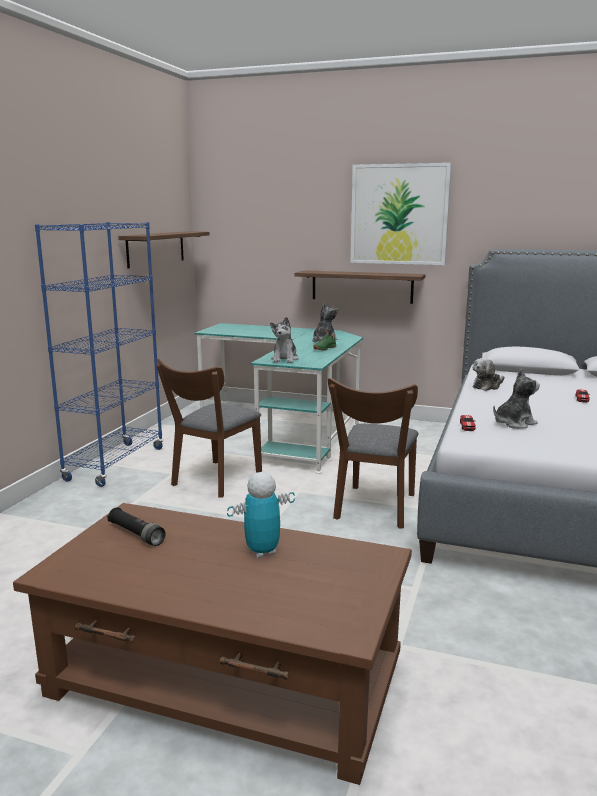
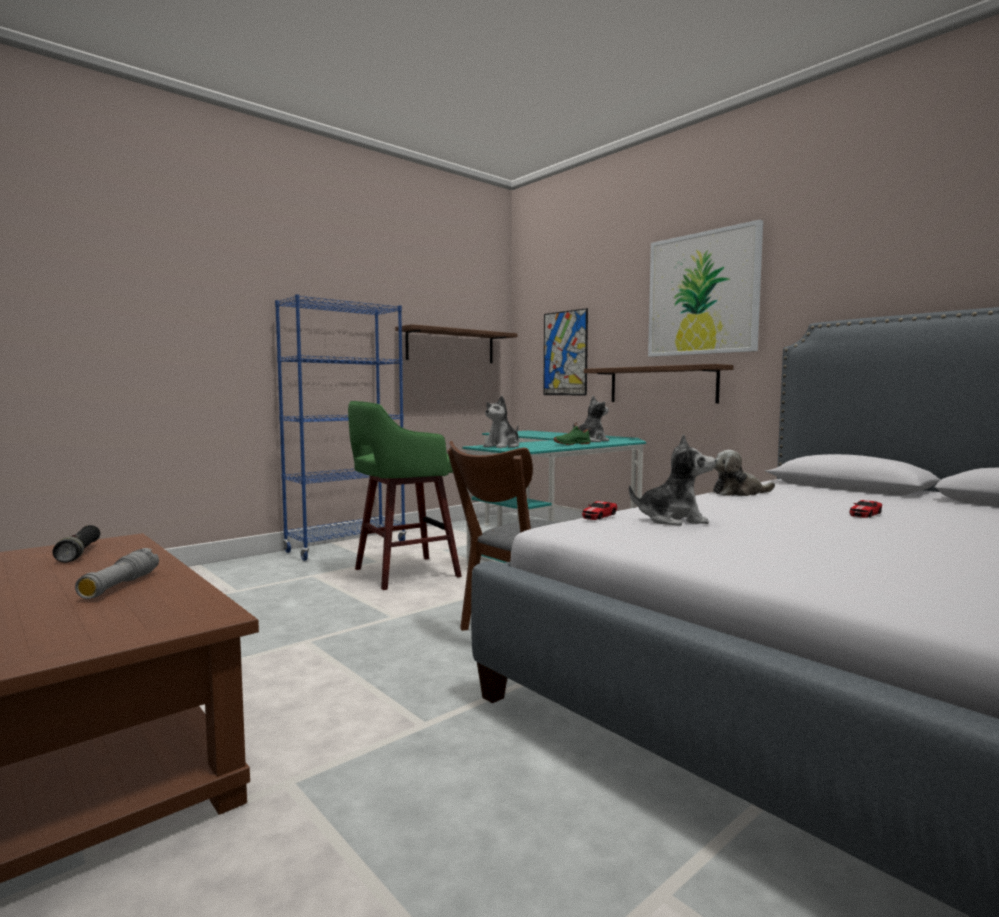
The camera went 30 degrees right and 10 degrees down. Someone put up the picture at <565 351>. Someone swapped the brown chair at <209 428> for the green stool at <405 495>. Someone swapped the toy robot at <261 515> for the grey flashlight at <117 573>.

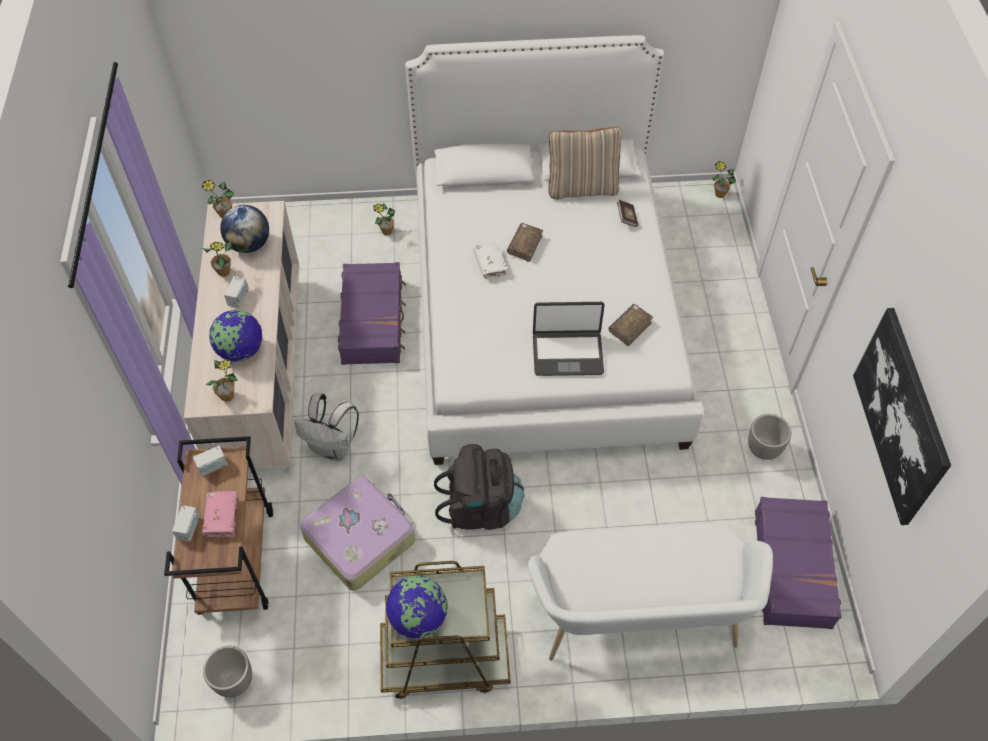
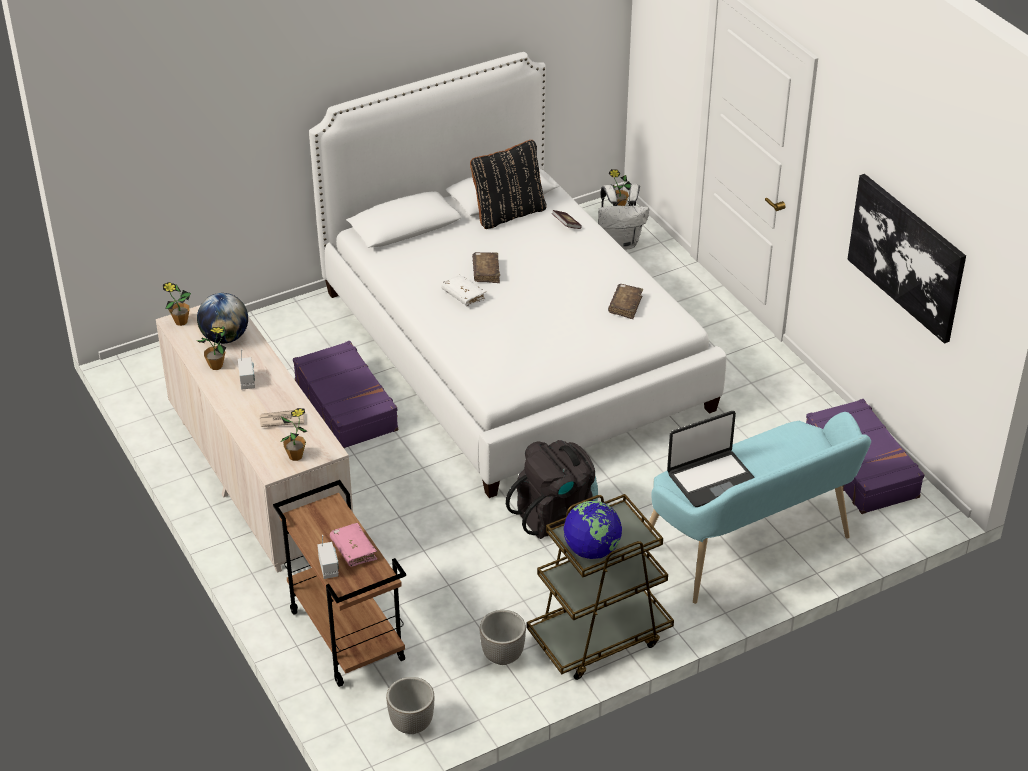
The camera went 25 degrees left and 15 degrees down. Someone took away the radio at <210 459>. Someone took away the suitcase at <357 533>. Someone took away the potted plant at <384 219>. Someone carried the white backpack from <327 427> to <623 217>. Someone carried the laptop from <569 339> to <711 459>. Someone carried the planter from <769 437> to <503 637>. Someone swapped the globe at <235 336> for the newspaper at <281 418>. Someone repainted the white bench at <650 591>, which became the turquoise bench at <759 508>. Someone repainted the beige pillow at <585 163>, which became the black pillow at <508 184>.

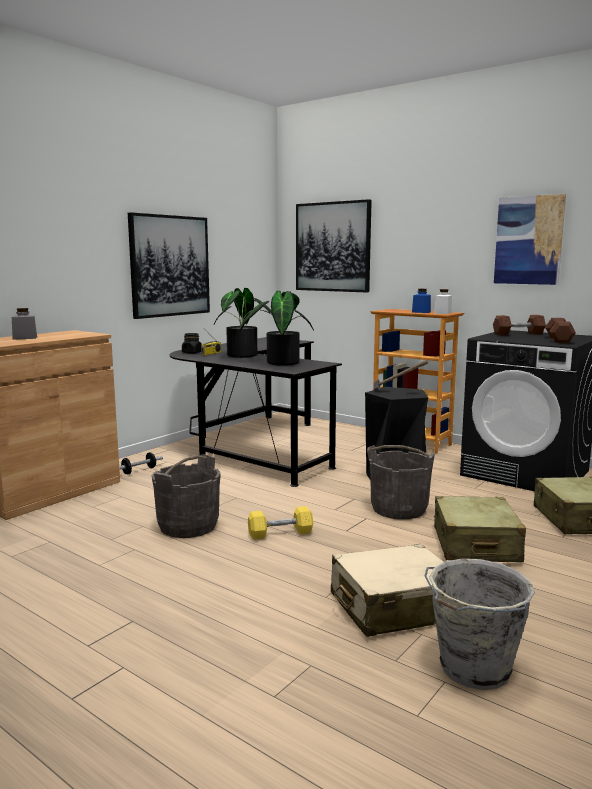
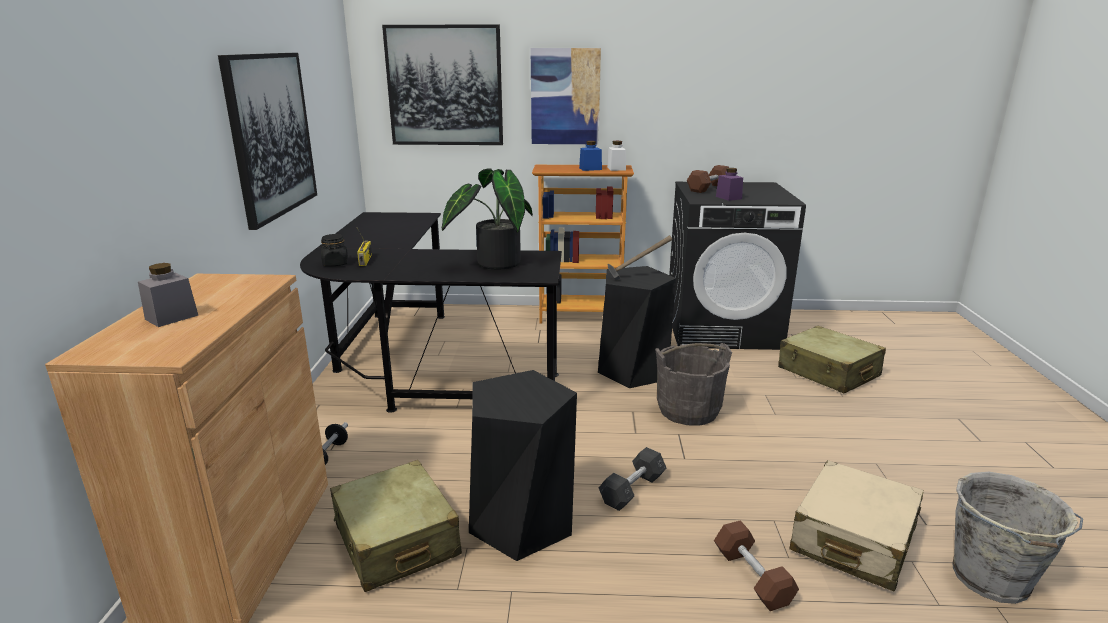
The camera went 35 degrees left and 10 degrees up. Someone took away the potted plant at <243 323>. Someone put down the purple jar at <729 184>. Someone carried the beige suitcase from <480 529> to <396 526>. Someone carried the picture from <530 239> to <565 96>. Someone carried the brown dumbbell from <560 330> to <756 566>. Someone swapped the grey bucket at <186 496> for the black stool at <523 465>. Someone repainted the yellow dumbbell at <280 523>, which became the grey dumbbell at <633 479>.

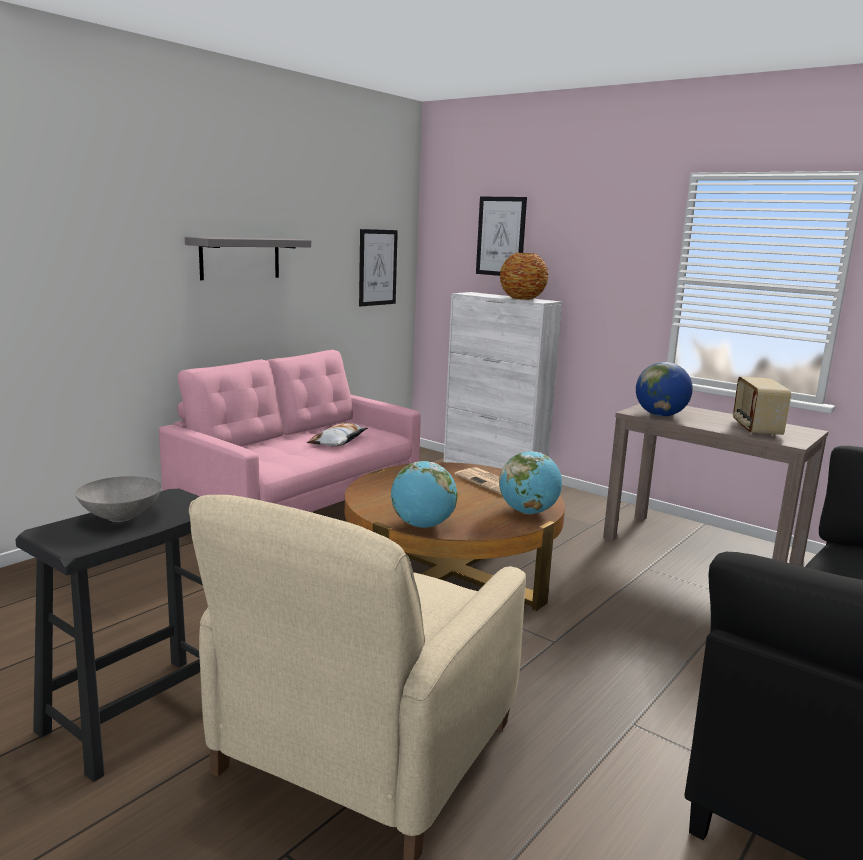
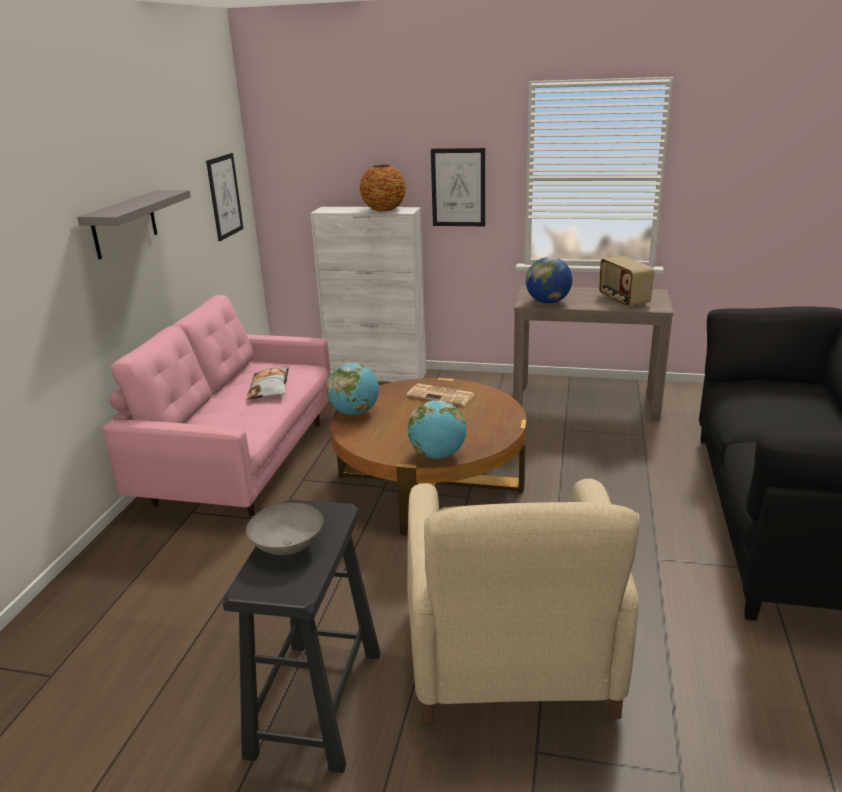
The camera went 25 degrees left and 10 degrees up. Someone carried the picture from <501 236> to <458 187>. Someone carried the globe from <530 482> to <353 389>.

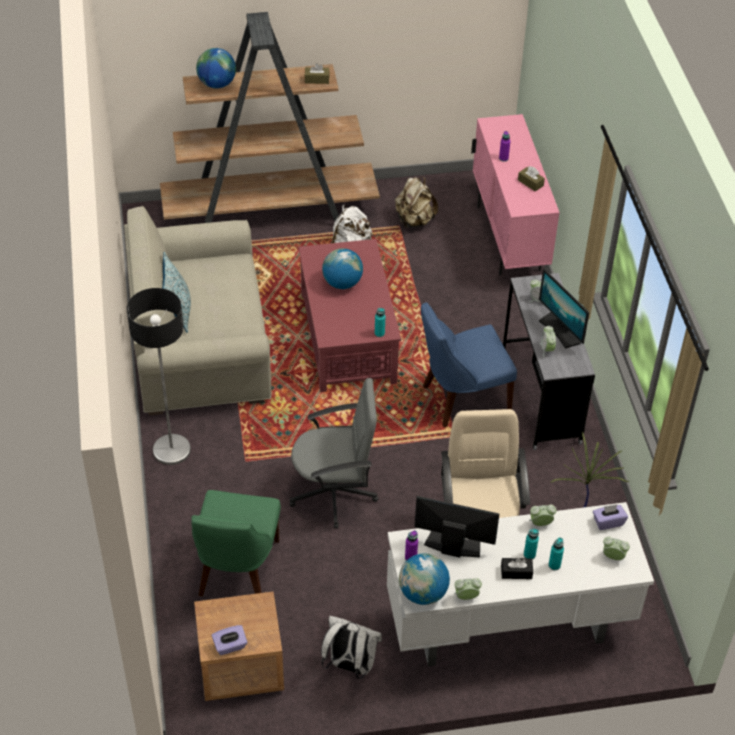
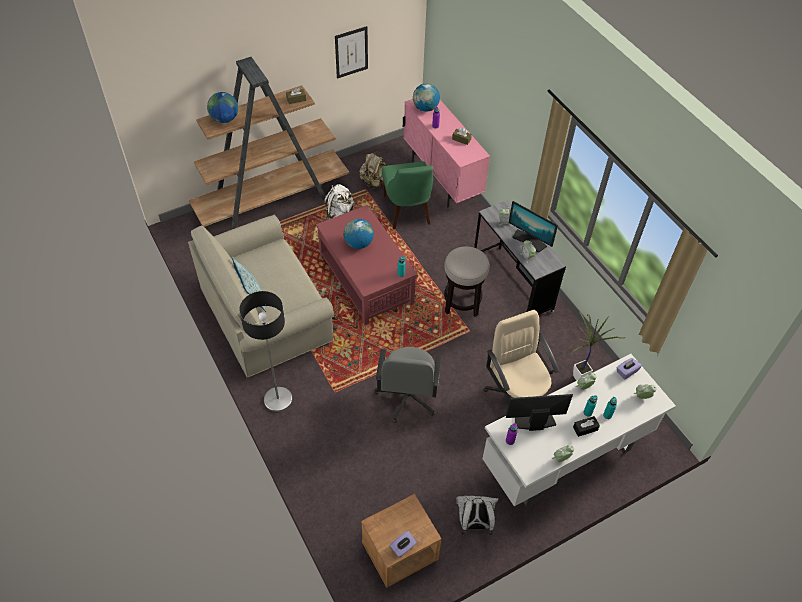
The camera went 20 degrees left and 5 degrees up. Someone put up the picture at <351 52>. Someone carried the green chair from <236 543> to <407 195>. Someone carried the globe from <424 579> to <426 98>. Someone swapped the blue chair at <469 364> for the stool at <467 281>. Someone rotated the grey office chair at <334 453> by 120 degrees clockwise.

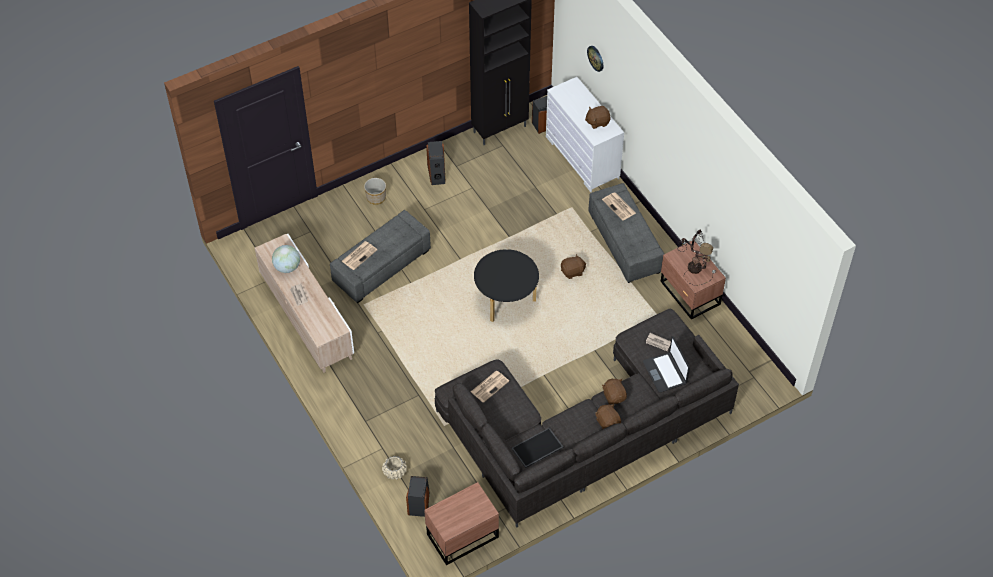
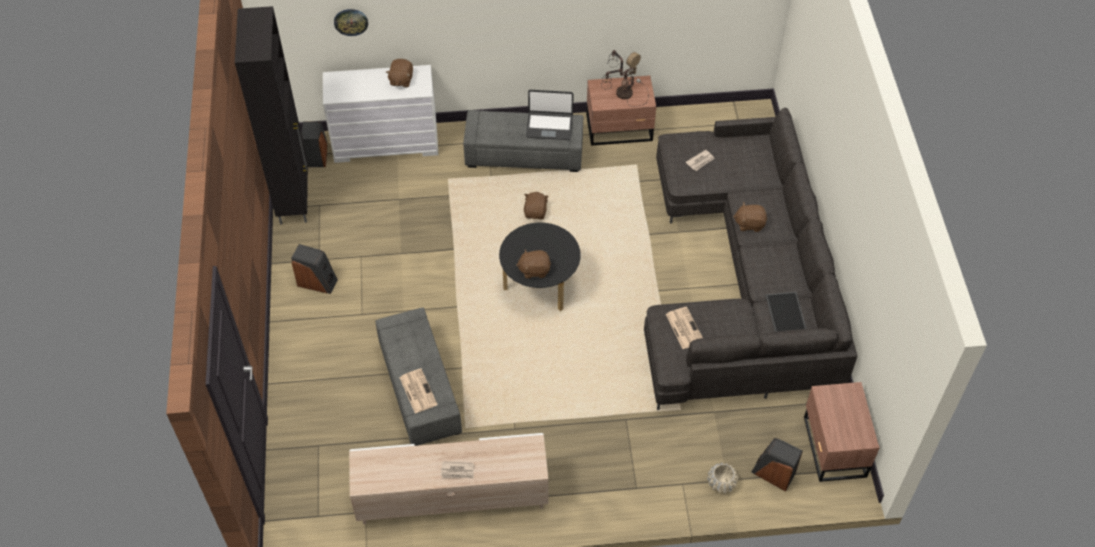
The camera went 65 degrees left and 0 degrees up. Someone took away the globe at <286 259>. Someone took away the planter at <375 191>. Someone took away the newspaper at <619 206>. Someone carried the brown plush toy from <608 416> to <533 264>. Someone carried the laptop from <666 364> to <550 115>.

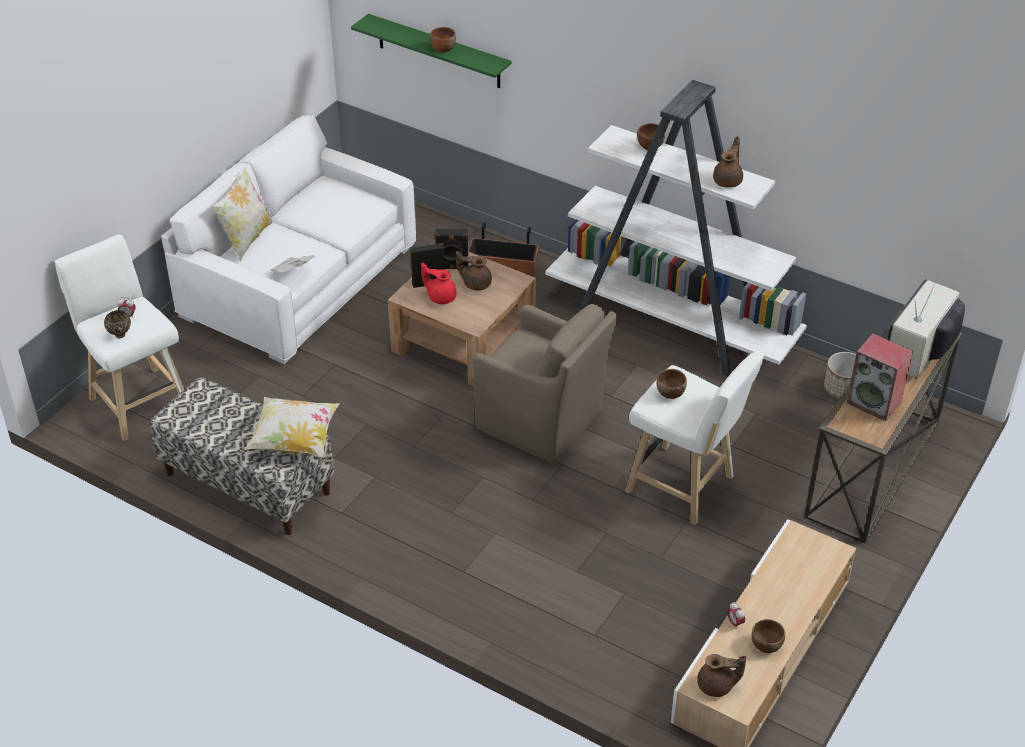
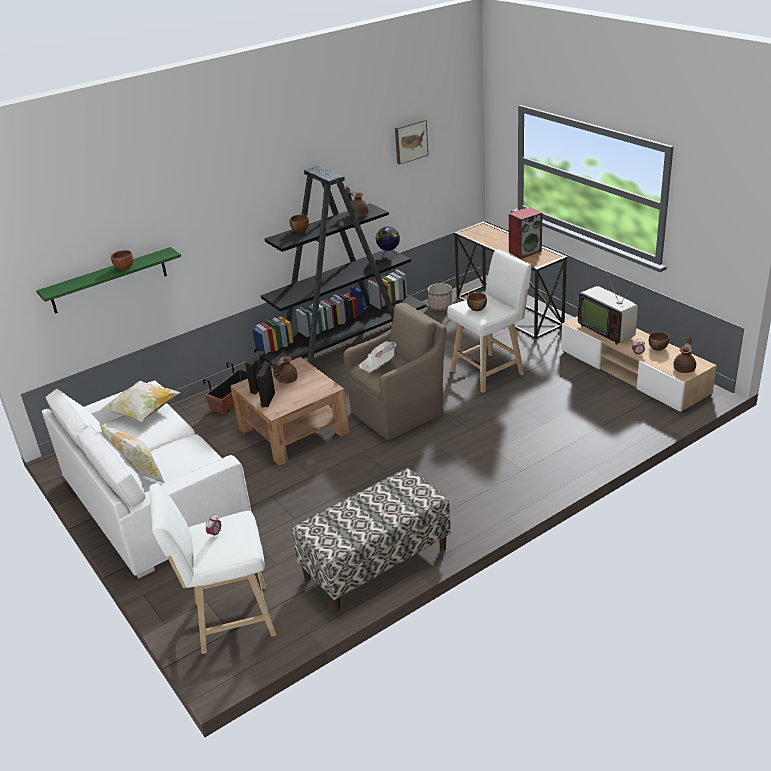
The camera went 65 degrees left and 10 degrees down. Someone took away the brown bowl at <117 324>. Someone took away the red teapot at <439 283>. Someone put down the globe at <388 242>. Someone put up the picture at <411 141>. Someone carried the pillow from <292 427> to <141 401>. Someone carried the newspaper from <292 264> to <378 357>. Someone carried the television from <926 326> to <608 308>. Someone repainted the white bookcase at <676 228>, which became the black bookcase at <340 266>.

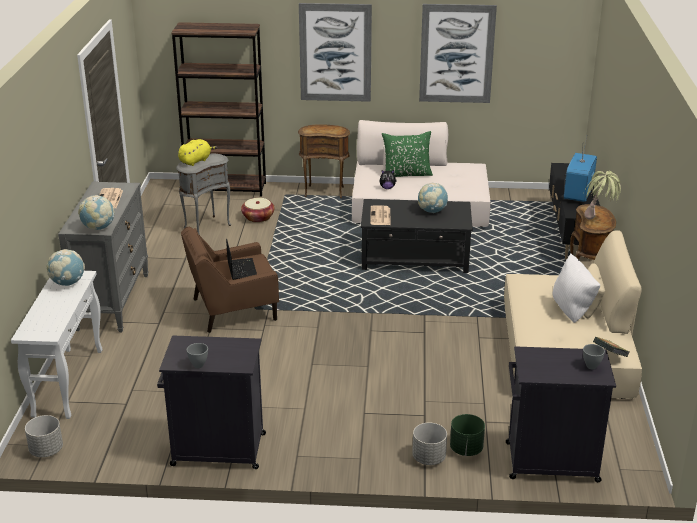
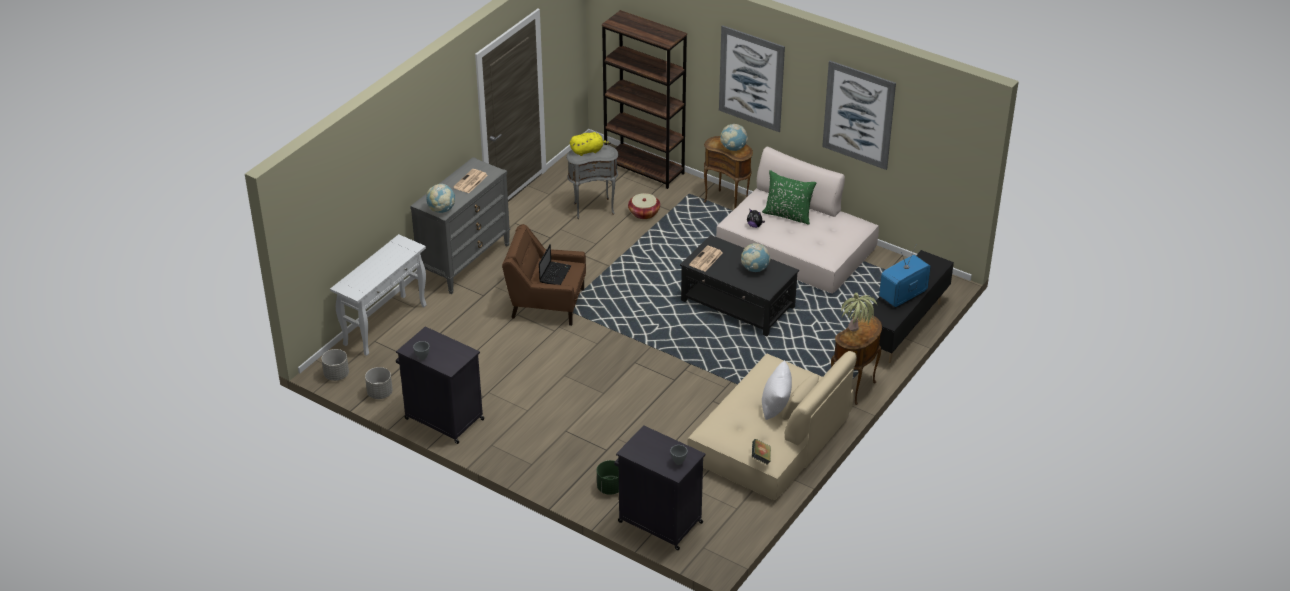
The camera went 30 degrees right and 10 degrees up. Someone carried the globe from <66 267> to <734 137>. Someone carried the grey planter from <429 444> to <379 383>.

